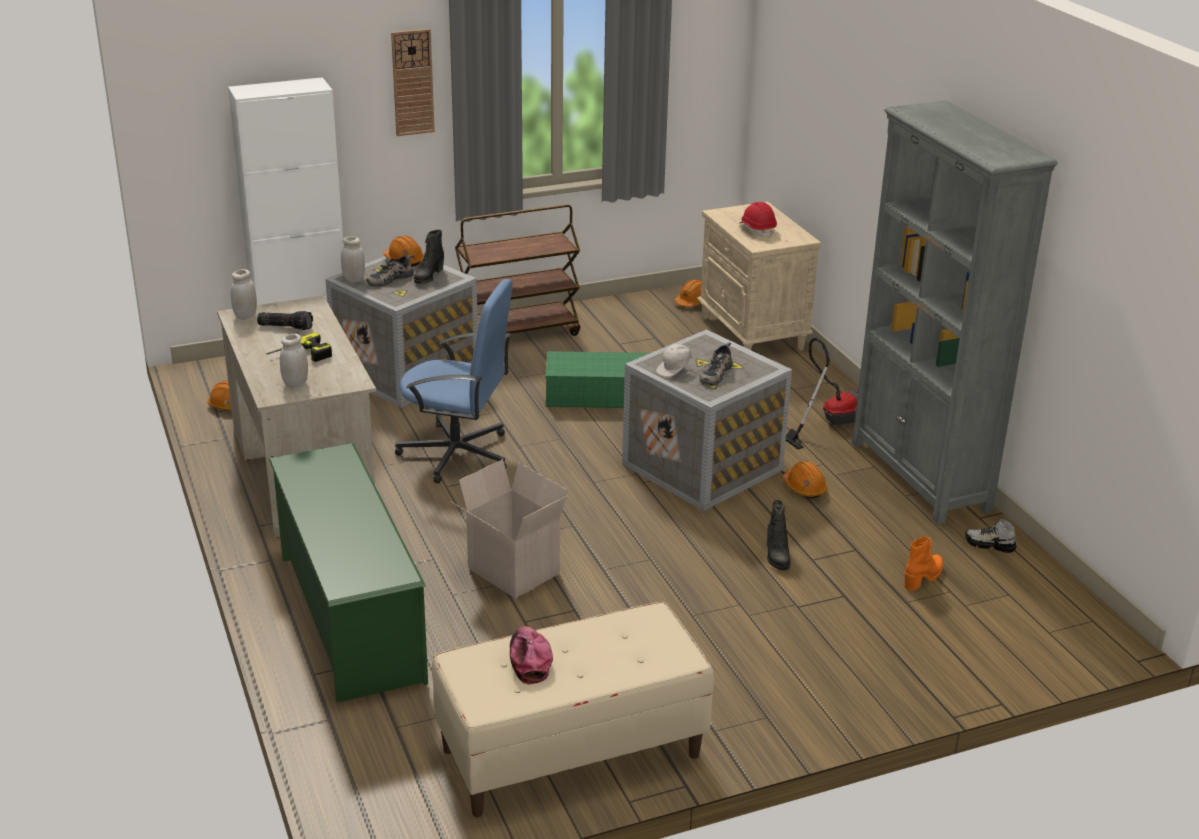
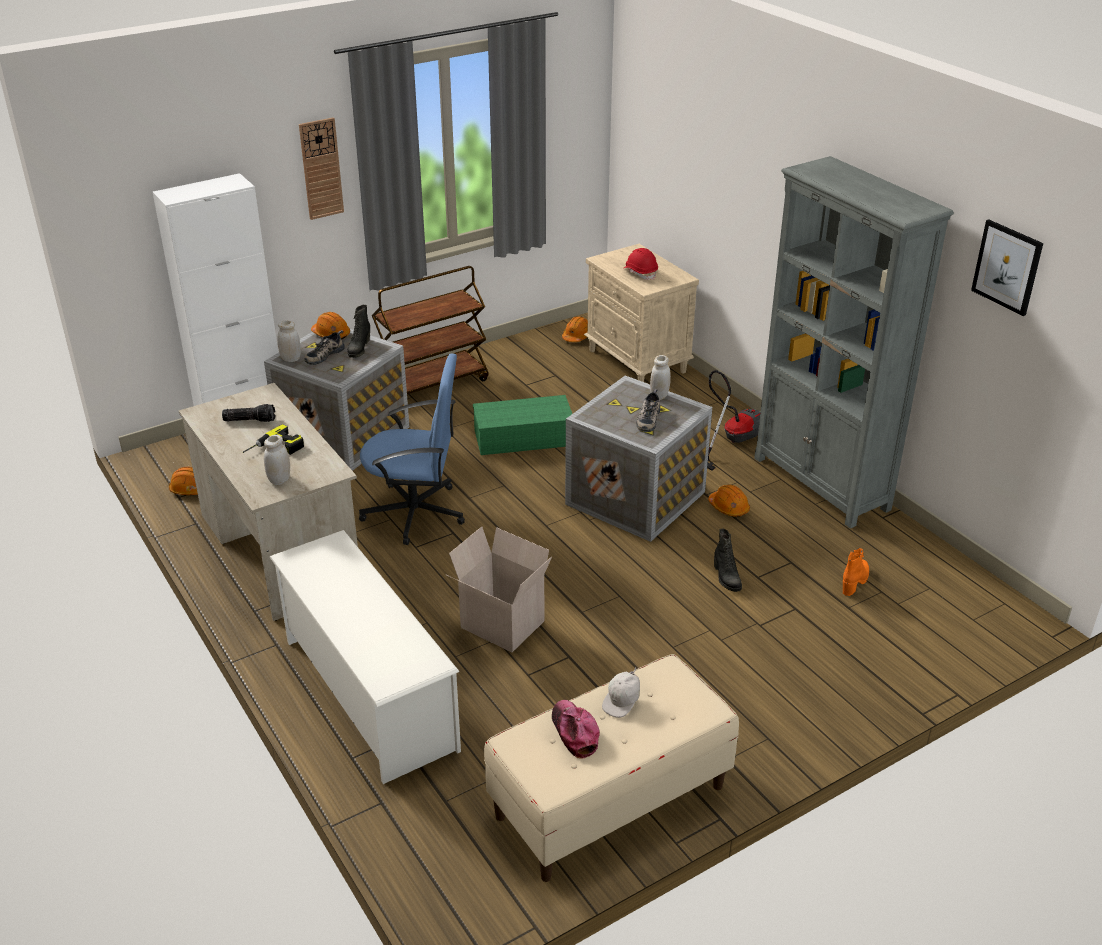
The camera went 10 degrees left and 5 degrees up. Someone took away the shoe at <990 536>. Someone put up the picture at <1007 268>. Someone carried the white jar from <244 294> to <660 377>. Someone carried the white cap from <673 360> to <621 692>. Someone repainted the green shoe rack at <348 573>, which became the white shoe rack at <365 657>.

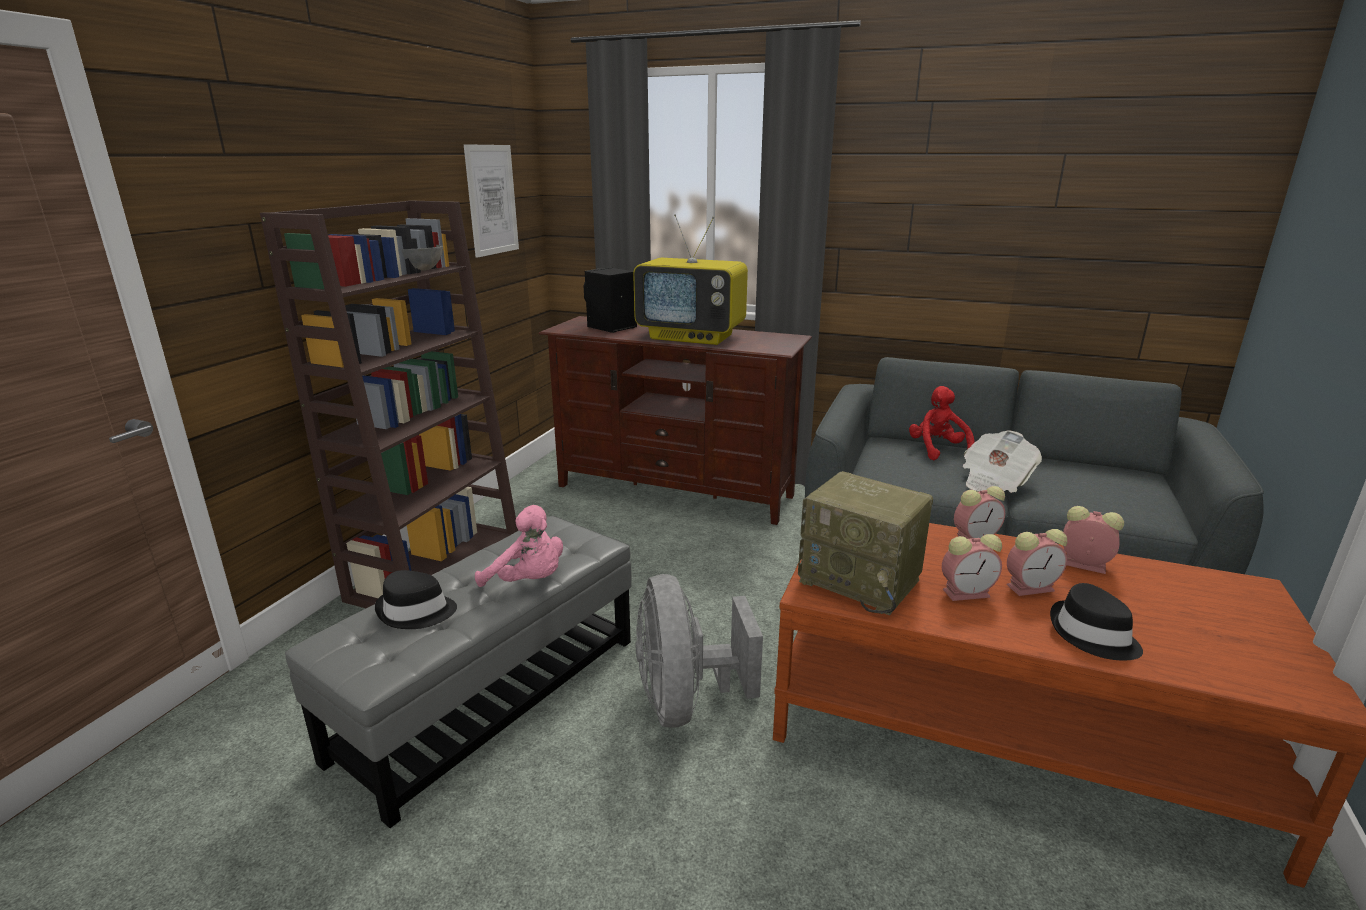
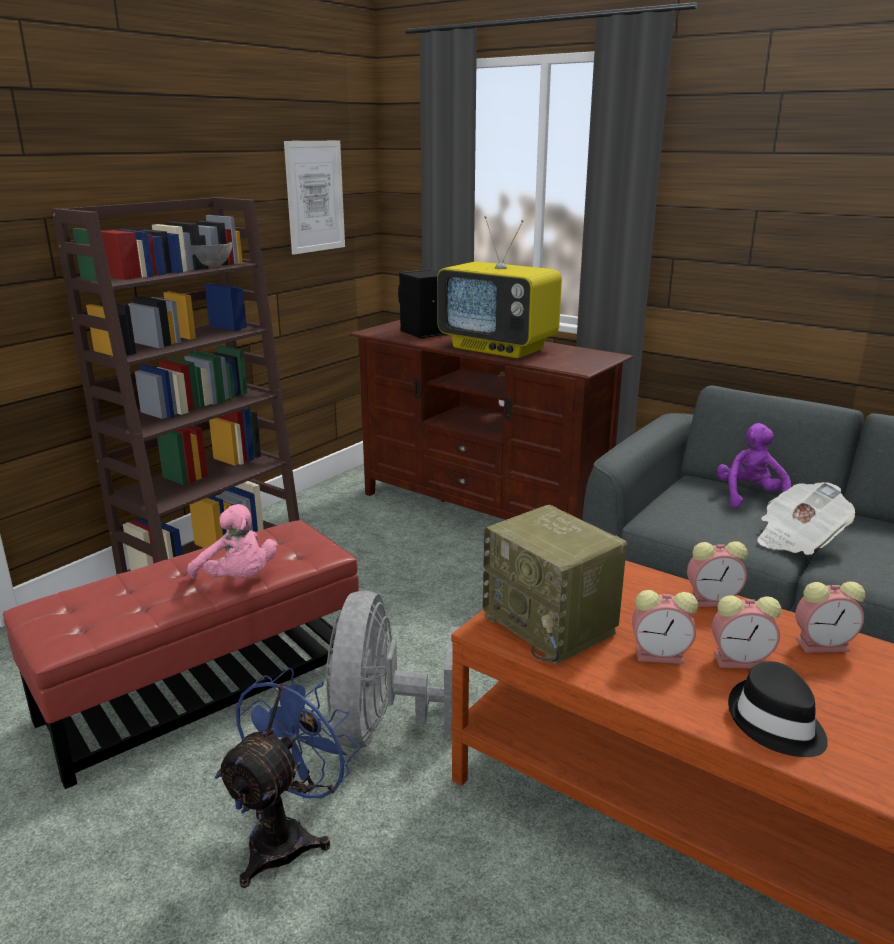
The camera went 15 degrees right and 0 degrees up. Someone took away the black hat at <416 599>. Someone put down the blue fan at <287 778>. Someone repainted the grey ottoman at <458 672>, which became the red ottoman at <181 654>. Someone repainted the red plush toy at <942 423>, which became the purple plush toy at <754 465>. Someone rotated the alarm clock at <1093 540> by 135 degrees clockwise.

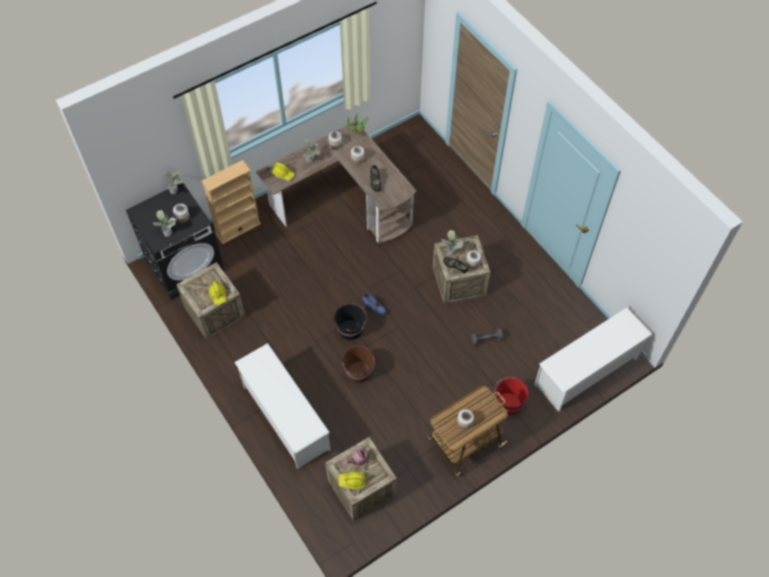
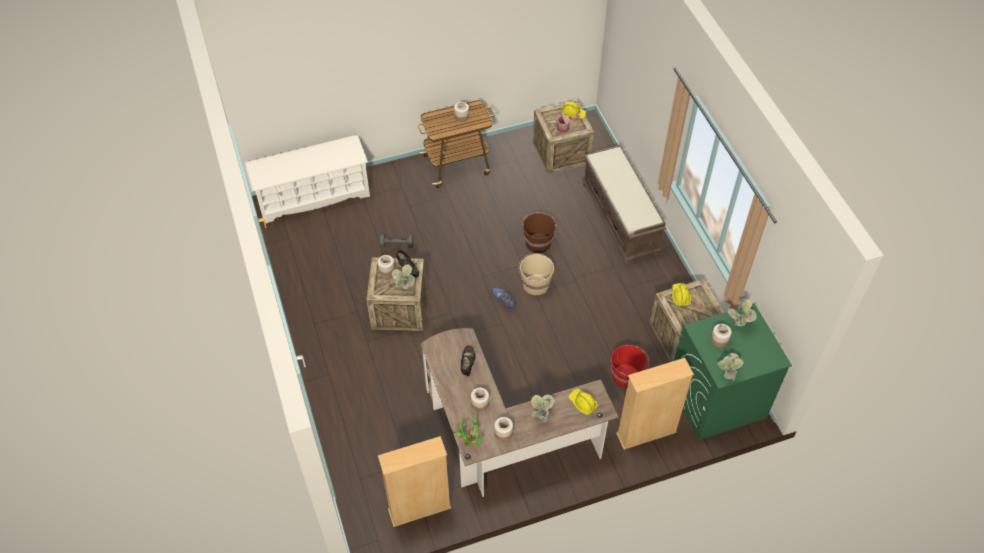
The camera went 165 degrees left and 5 degrees down. Someone put down the beige bookcase at <414 481>. Someone carried the red bucket from <511 396> to <630 366>. Someone swapped the white shoe rack at <282 406> for the brown bench at <624 204>. Someone repainted the black washing machine at <175 241>, which became the green washing machine at <733 372>. Someone repainted the black bucket at <350 322>, which became the beige bucket at <536 274>.

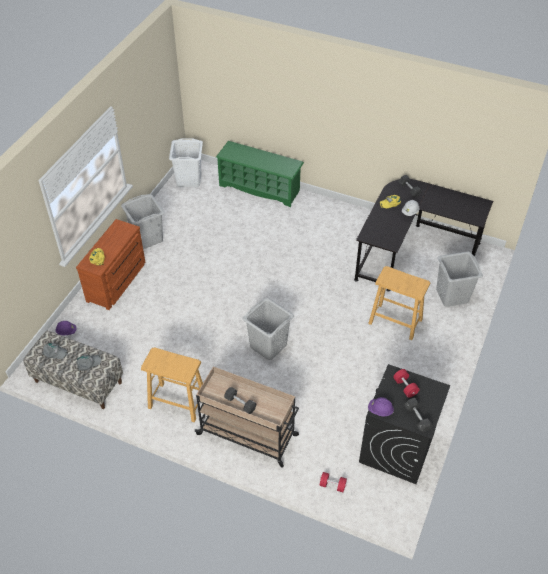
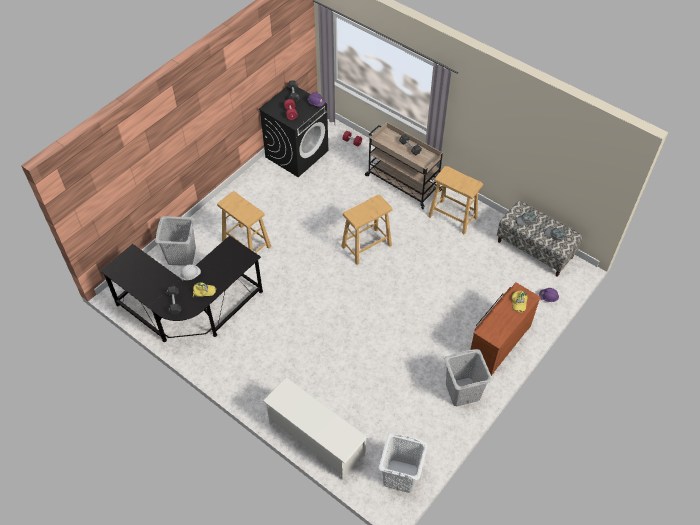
The camera went 165 degrees left and 5 degrees up. Someone swapped the grey laundry basket at <268 329> for the beige stool at <366 230>. Someone repainted the green shoe rack at <260 174>, which became the white shoe rack at <315 428>.

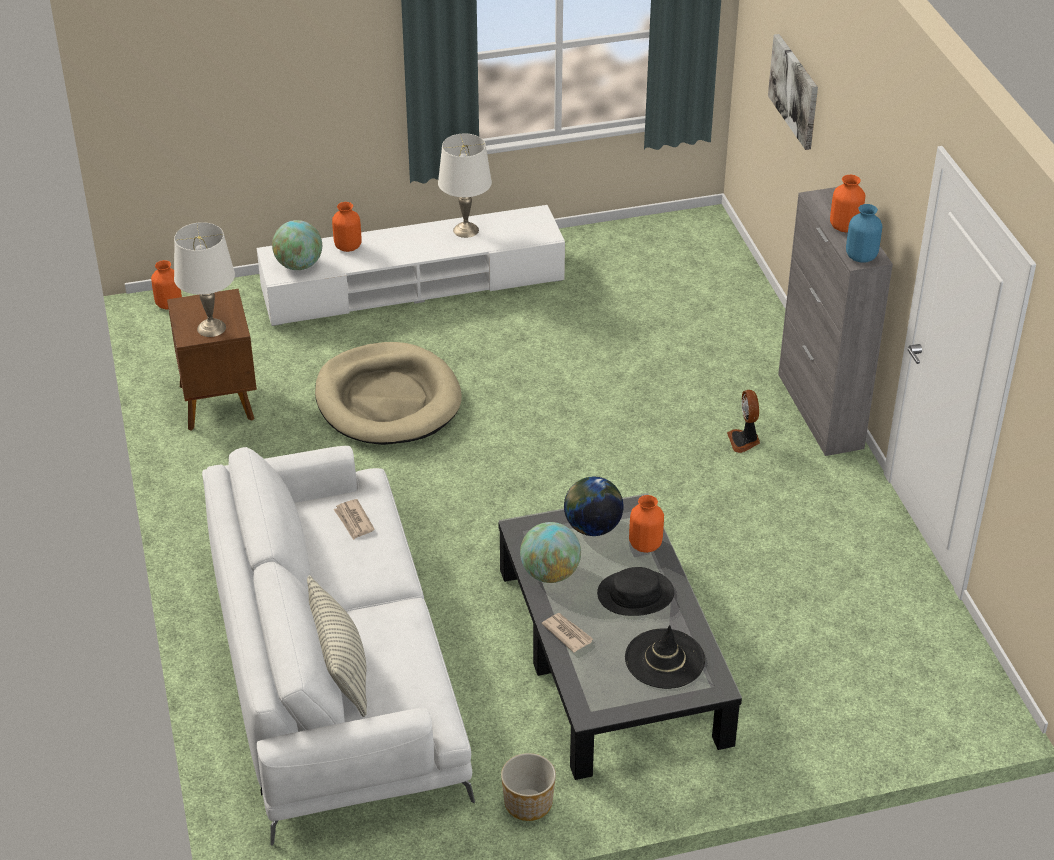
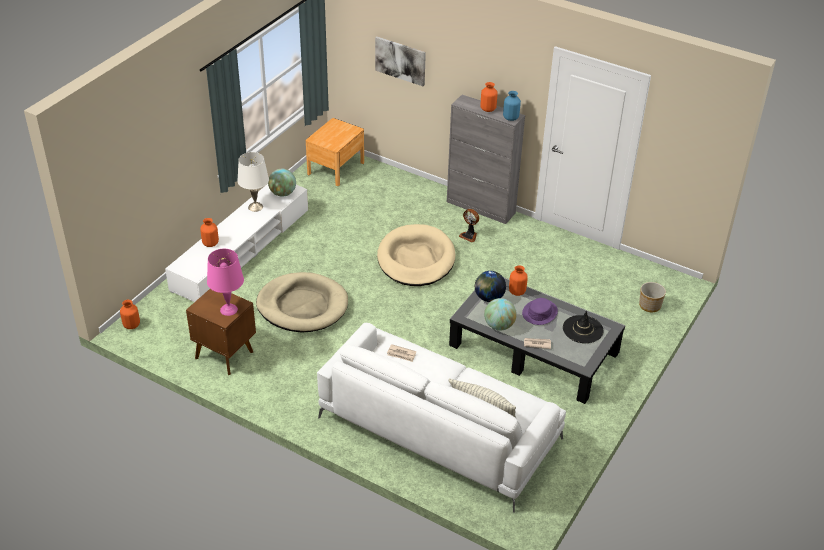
The camera went 45 degrees left and 0 degrees up. Someone put down the brown nightstand at <335 152>. Someone put down the beige dog bed at <416 255>. Someone carried the globe from <297 245> to <282 183>. Someone carried the planter from <528 787> to <652 297>. Someone repainted the white table lamp at <204 279>, which became the pink table lamp at <225 282>. Someone repainted the black hat at <635 591>, which became the purple hat at <540 311>.

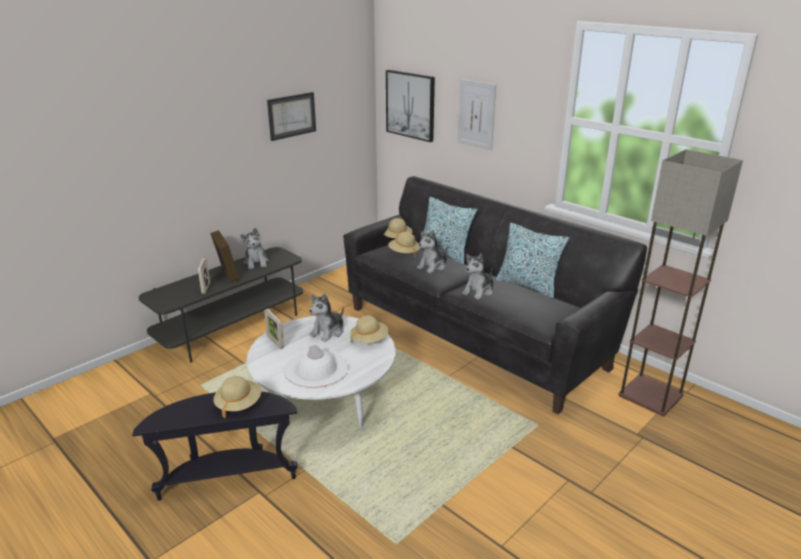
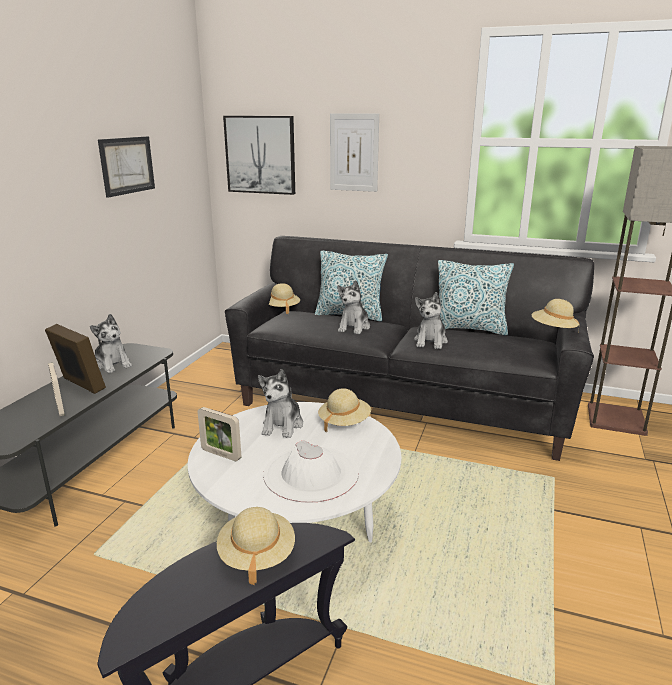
The camera went 25 degrees left and 5 degrees down. Someone carried the beige hat from <404 245> to <556 315>.

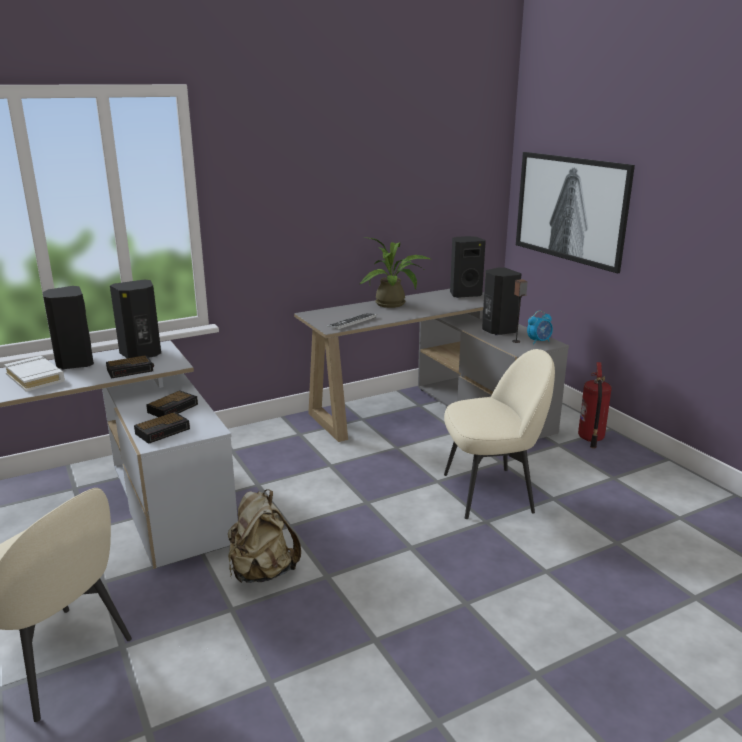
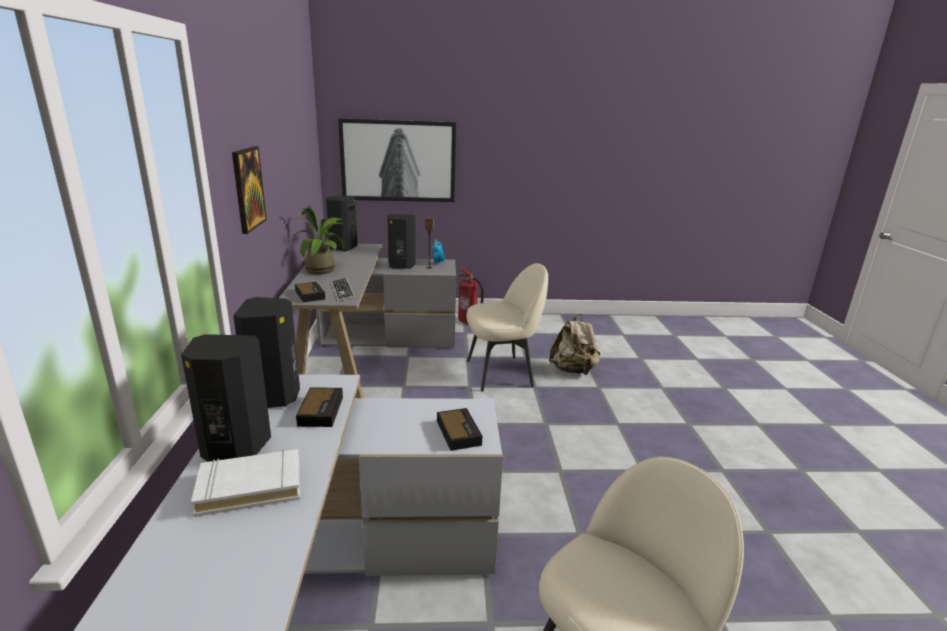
The camera went 65 degrees left and 0 degrees up. Someone put up the picture at <249 190>. Someone carried the alarm clock from <172 404> to <310 292>. Someone carried the beige backpack from <264 536> to <574 344>. Someone rotated the beige chair at <499 434> by 60 degrees clockwise.

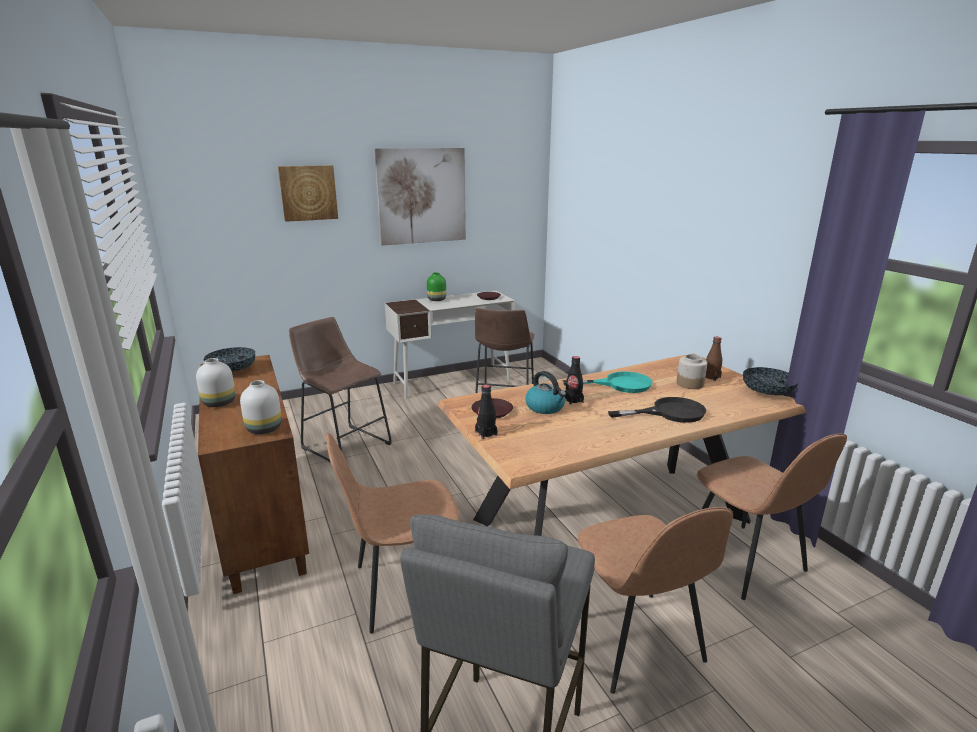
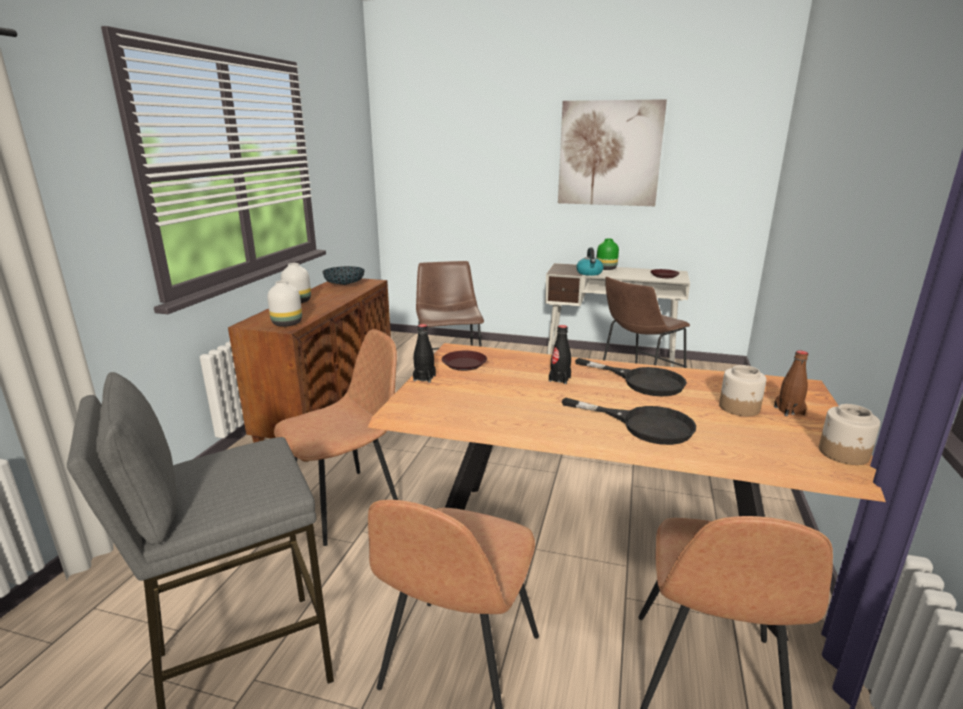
The camera went 40 degrees right and 0 degrees up. Someone took away the picture at <308 193>. Someone carried the kettle from <545 392> to <590 262>. Someone swapped the bowl at <770 381> for the jar at <849 434>. Someone repainted the turquoise frying pan at <608 382>, which became the black frying pan at <631 377>. Someone rotated the brown chair at <393 532> by 120 degrees clockwise.

